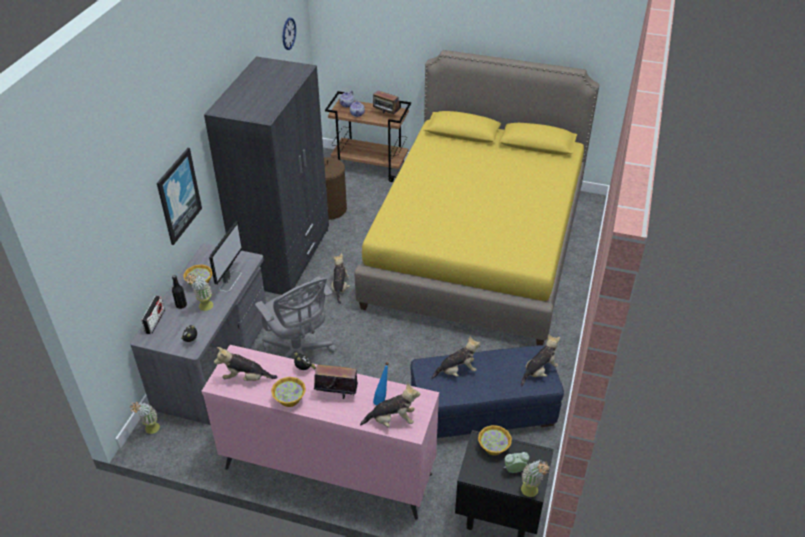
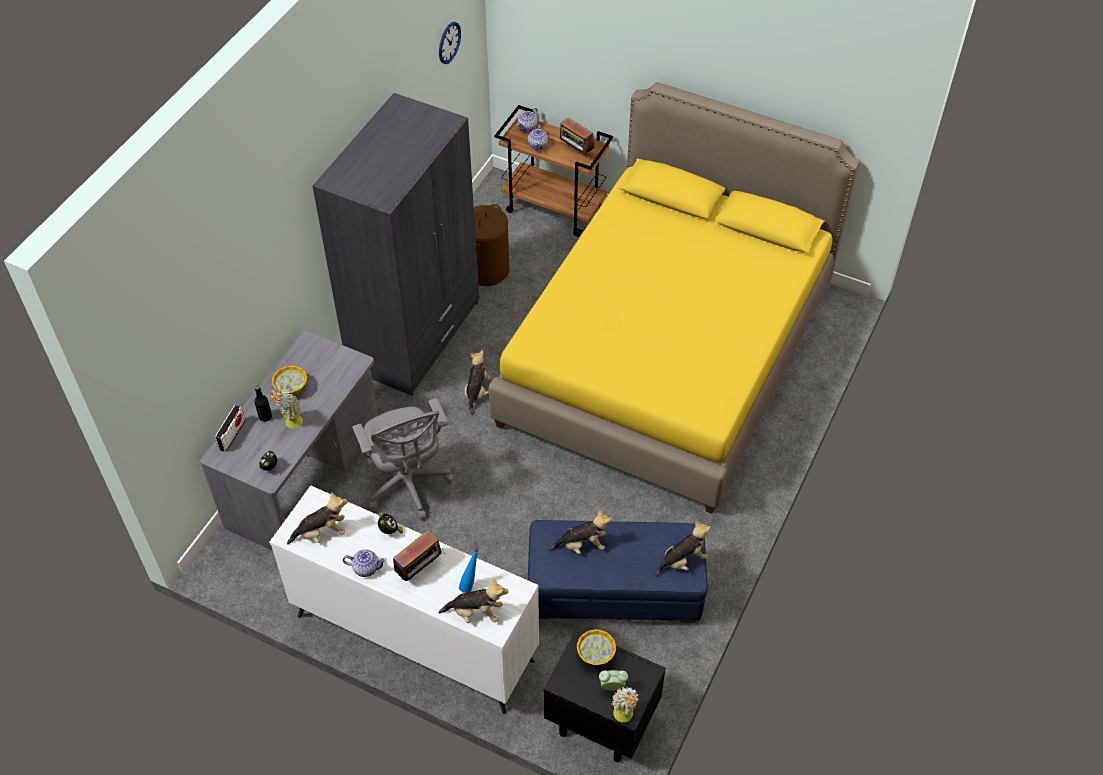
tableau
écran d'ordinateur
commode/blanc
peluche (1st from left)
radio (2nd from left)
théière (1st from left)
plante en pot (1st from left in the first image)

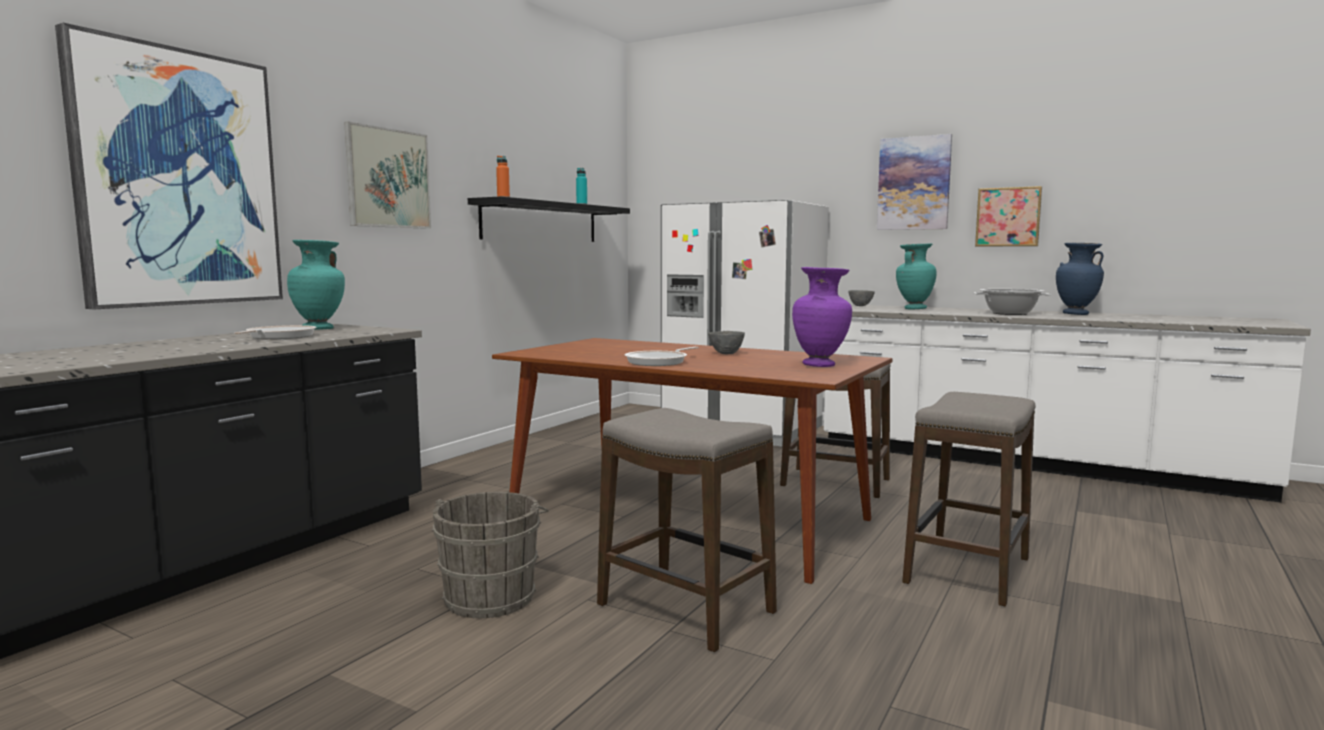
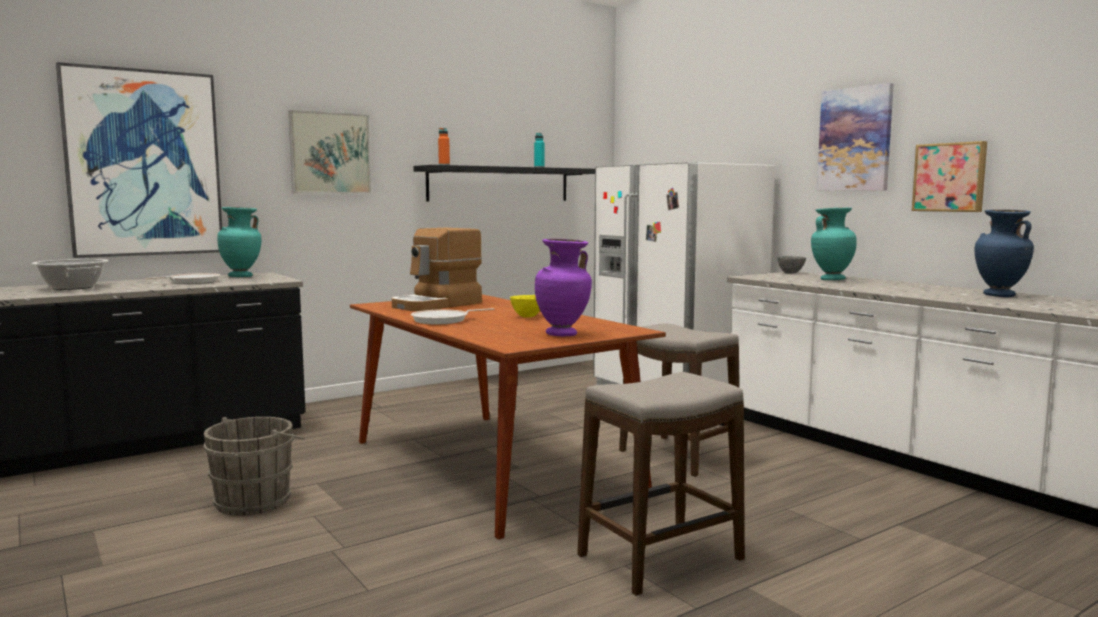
marmite
bol/jaune
tabouret (1st from left in the first image)
machine à café

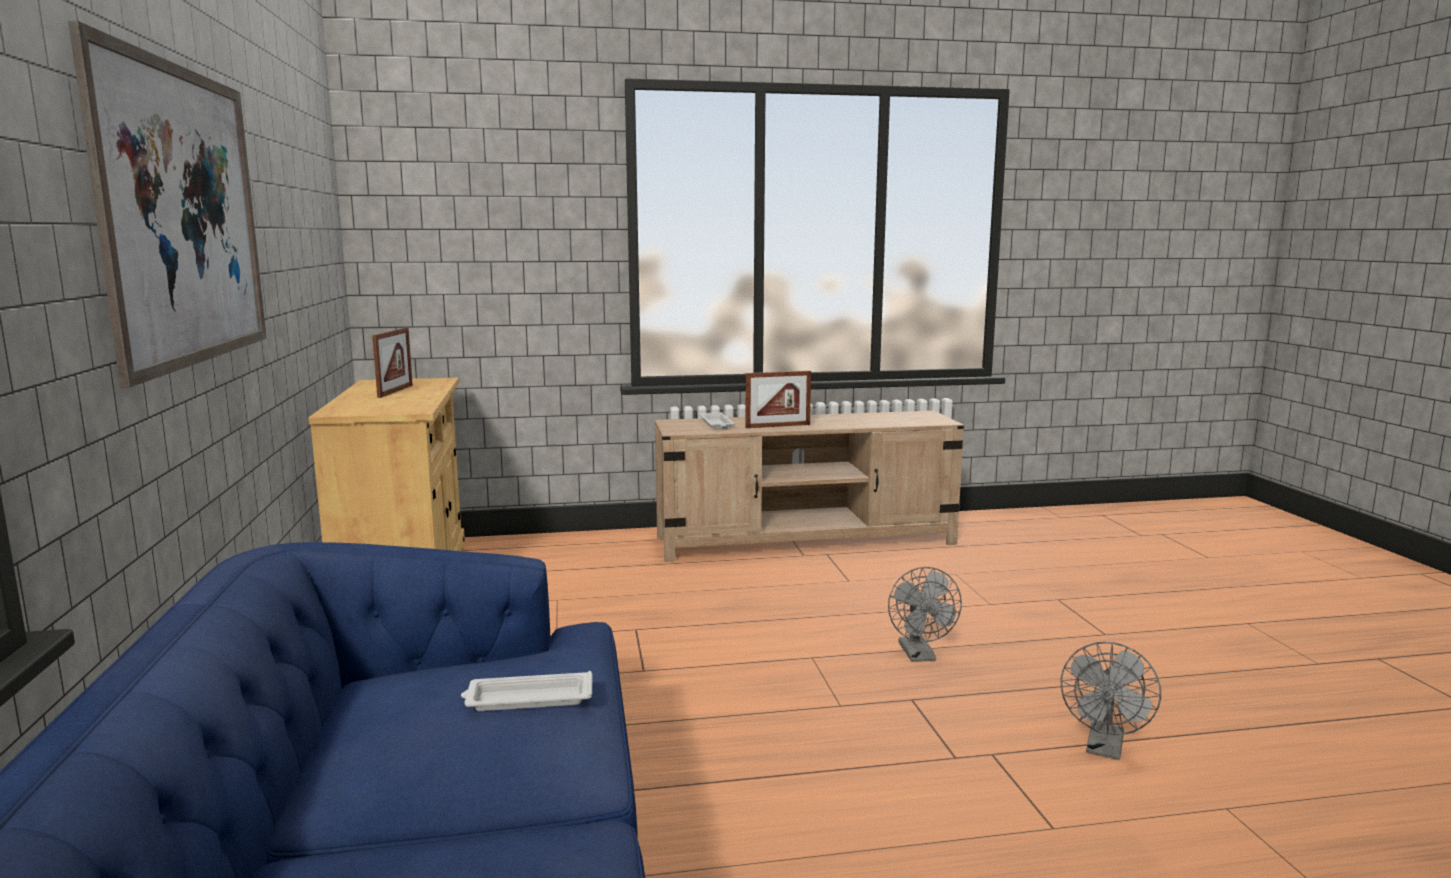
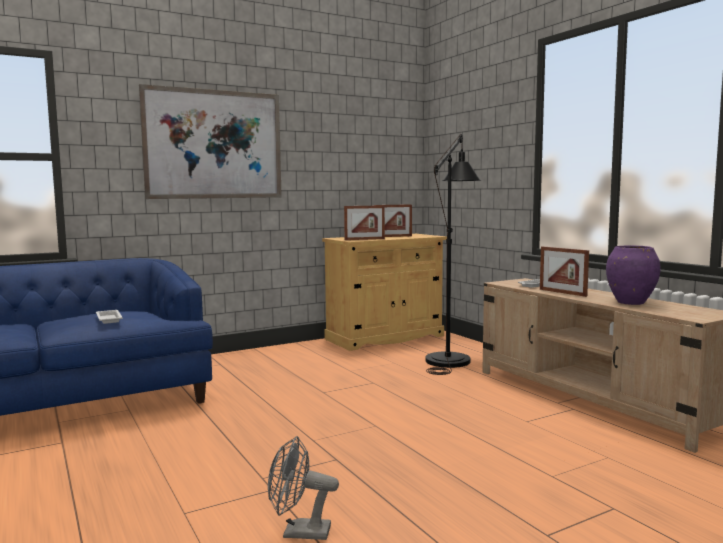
ventilateur/gris (1st from left in the first image)
lampadaire/noir
cadre photo (1st from left)
vase/violet

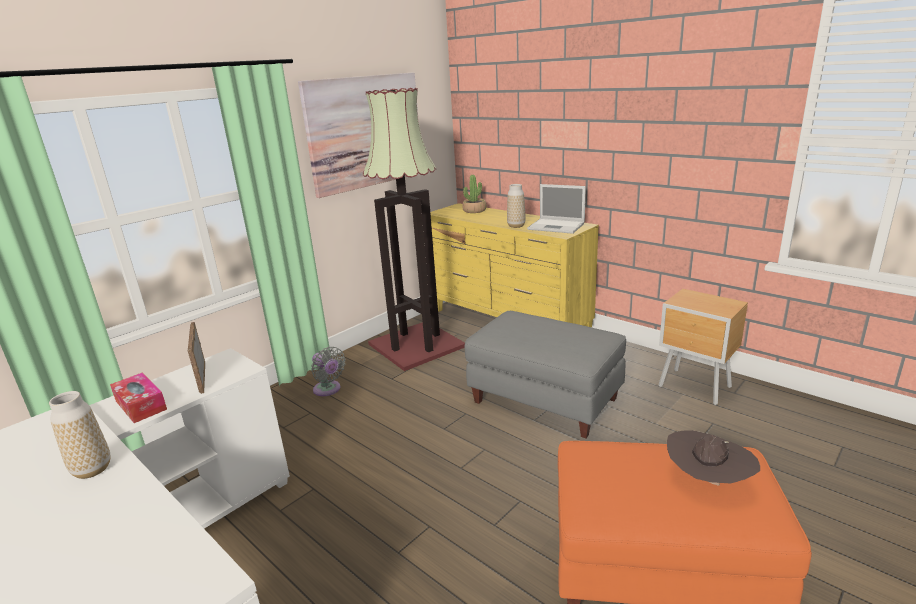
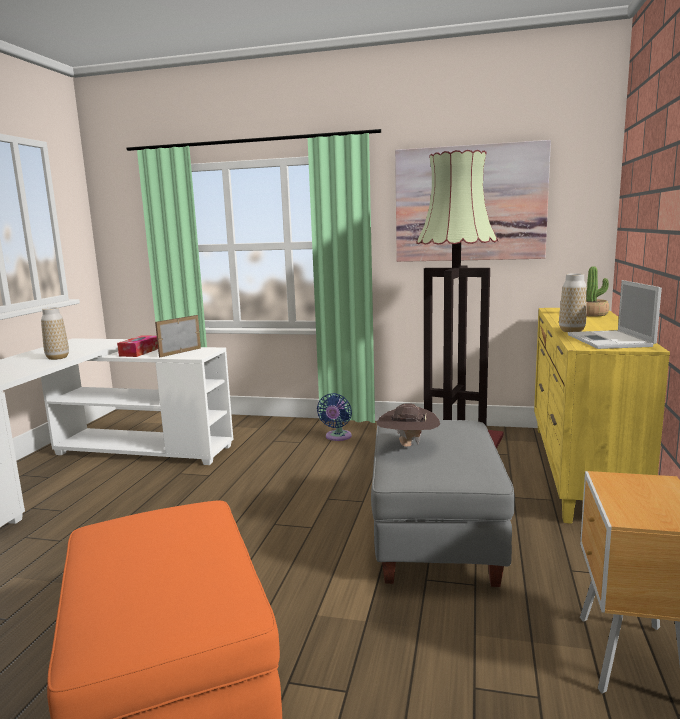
ventilateur/bleu
chapeau/marron

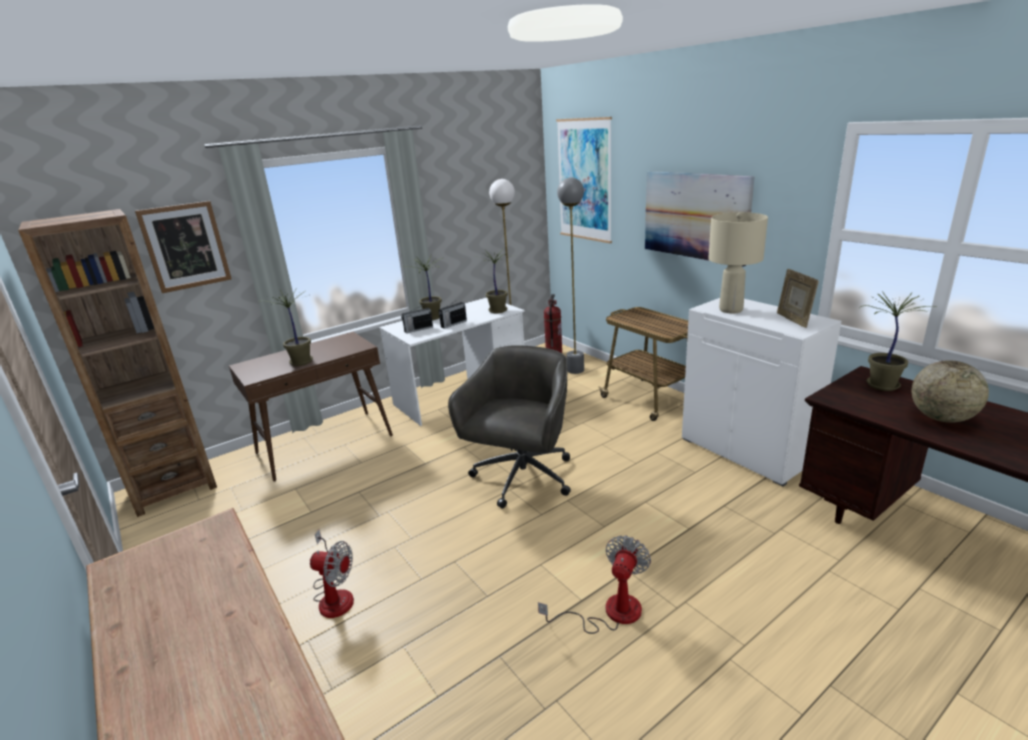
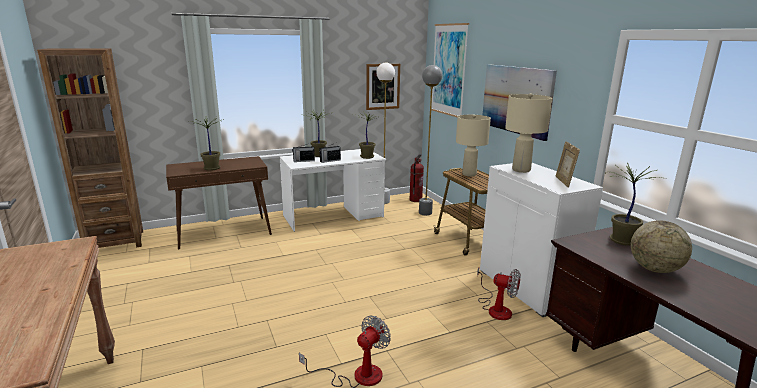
tableau (1st from left)
chaise de bureau/gris
ventilateur (2nd from left)
lampe de table/beige (1st from left)

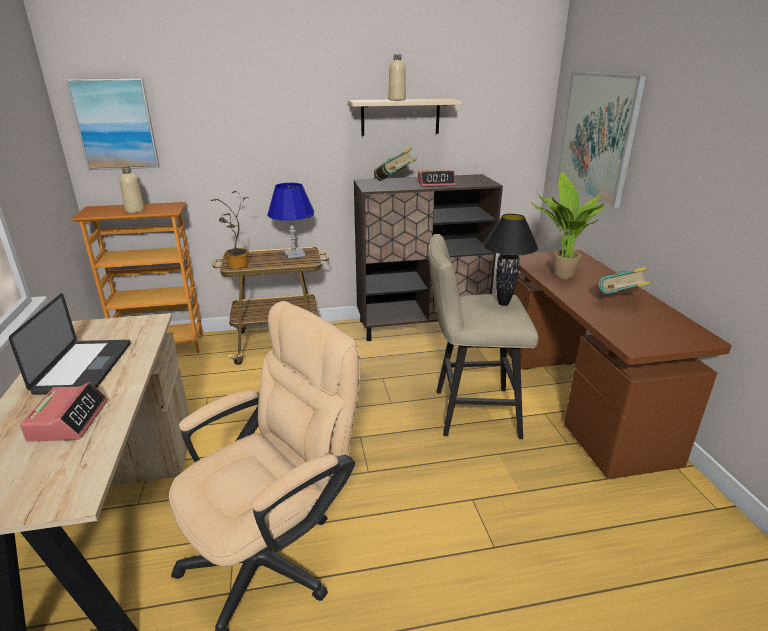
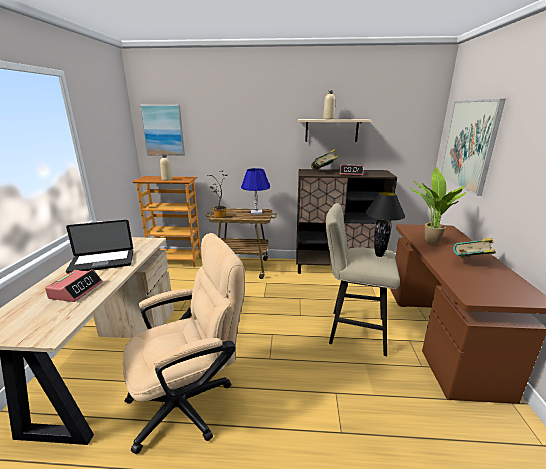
ordinateur portable

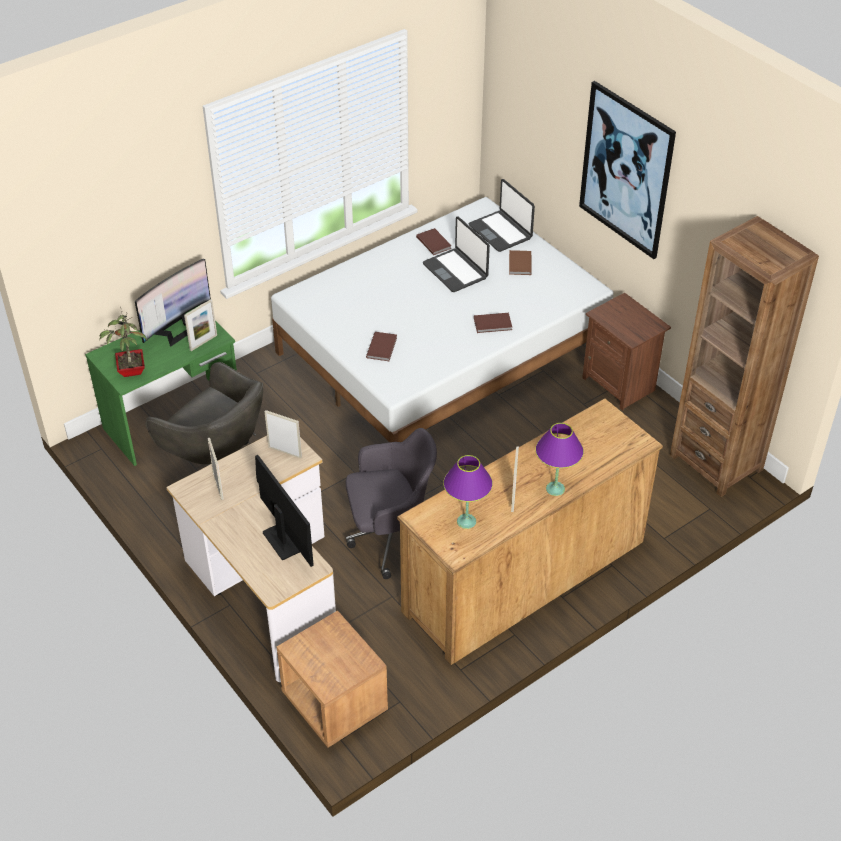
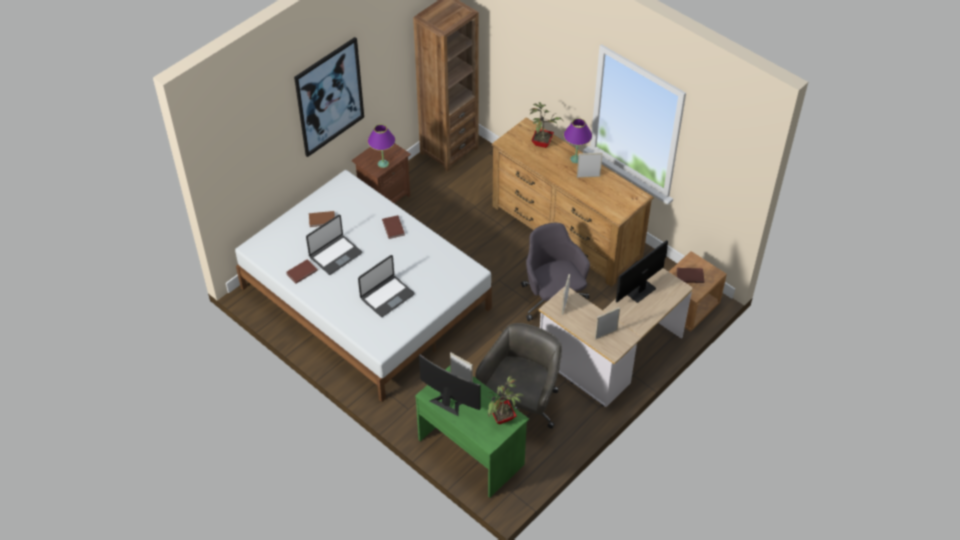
ordinateur portable (2nd from left)
livre/marron (4th from left)
lampe de table/violet (1st from left)
plante en pot (2nd from left)

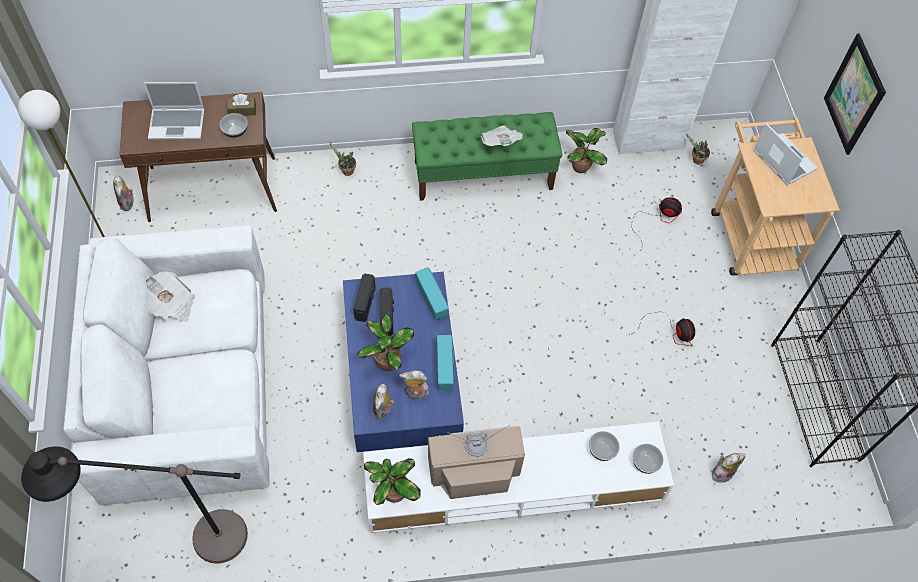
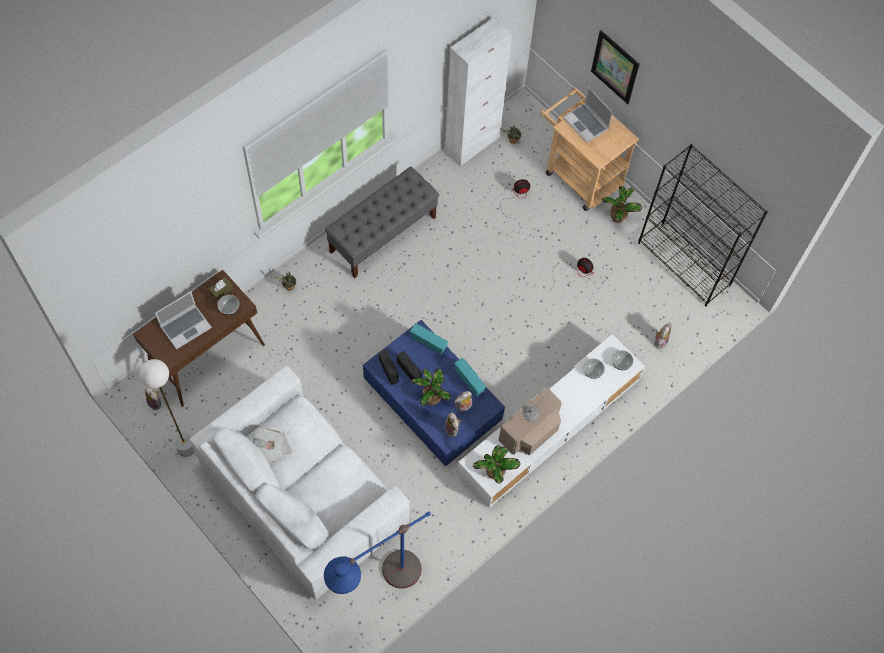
banc/gris
ordinateur portable (2nd from left)
journal (2nd from left in the first image)
plante en pot (5th from left)
lampadaire/bleu

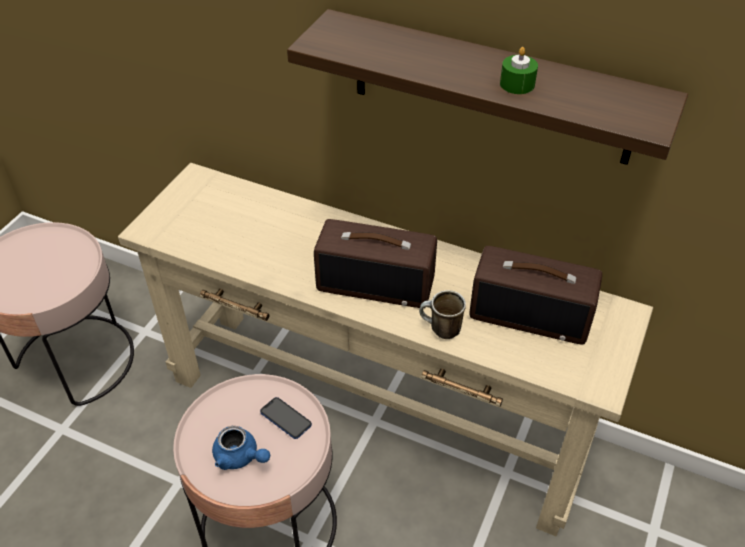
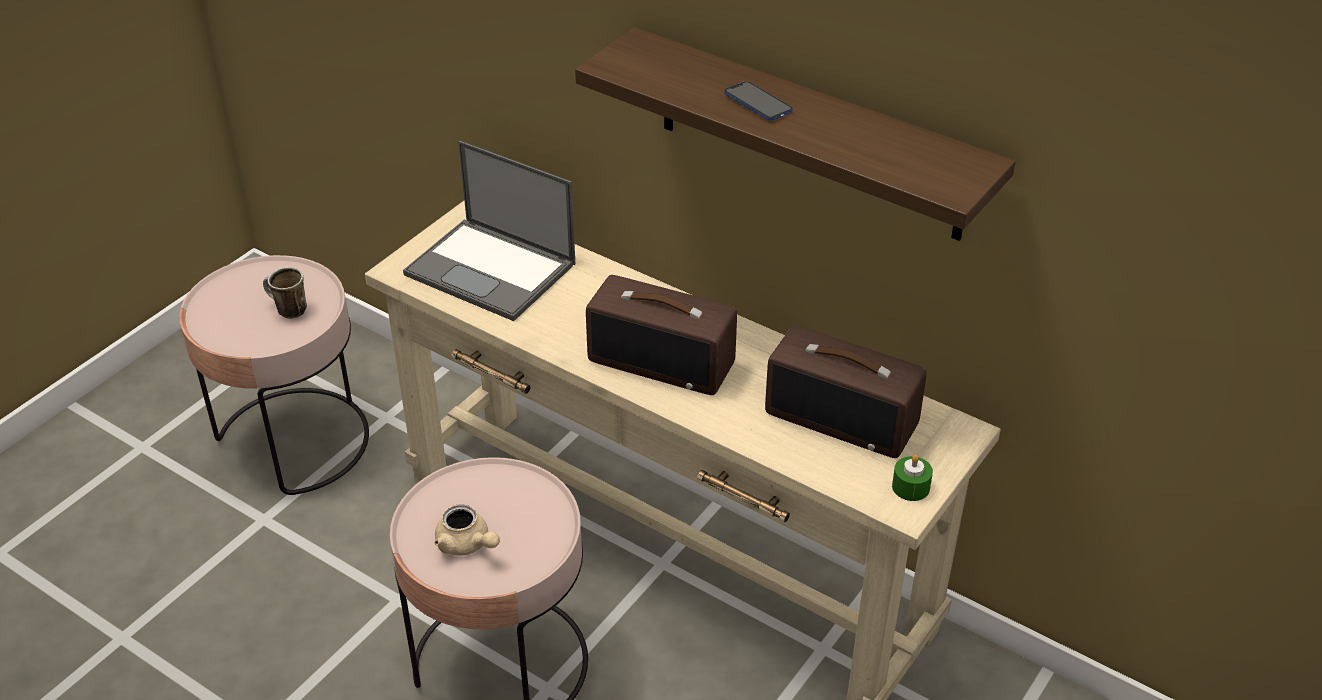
bougie/vert
mug
téléphone
théière/beige
ordinateur portable

